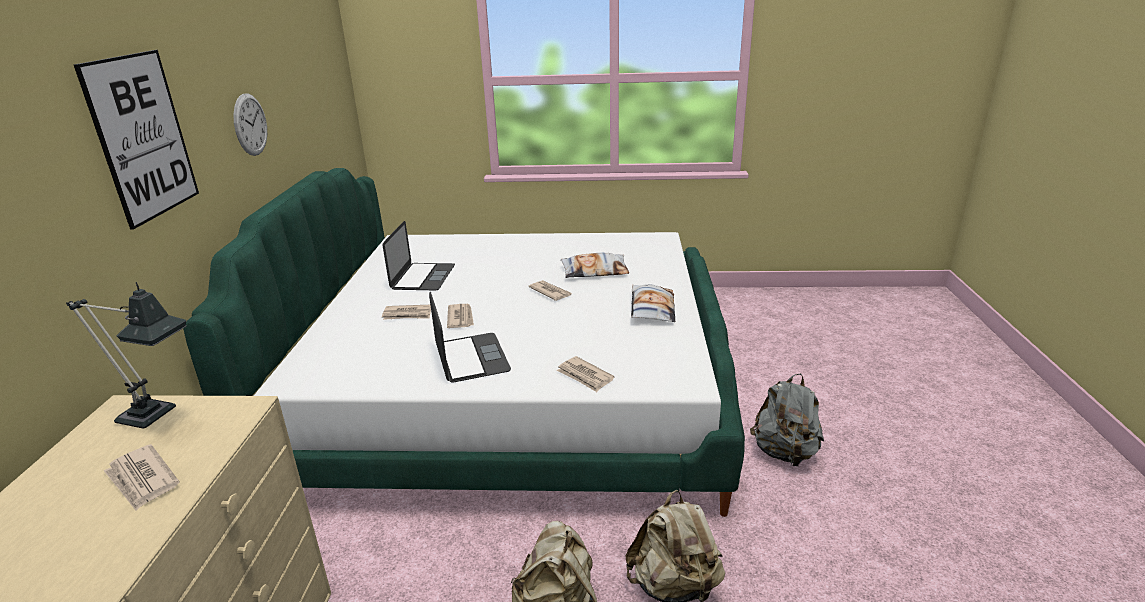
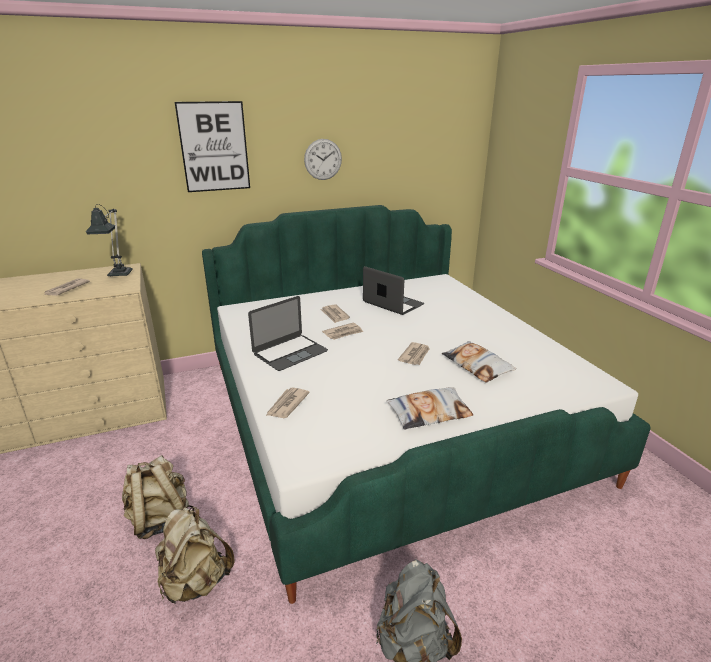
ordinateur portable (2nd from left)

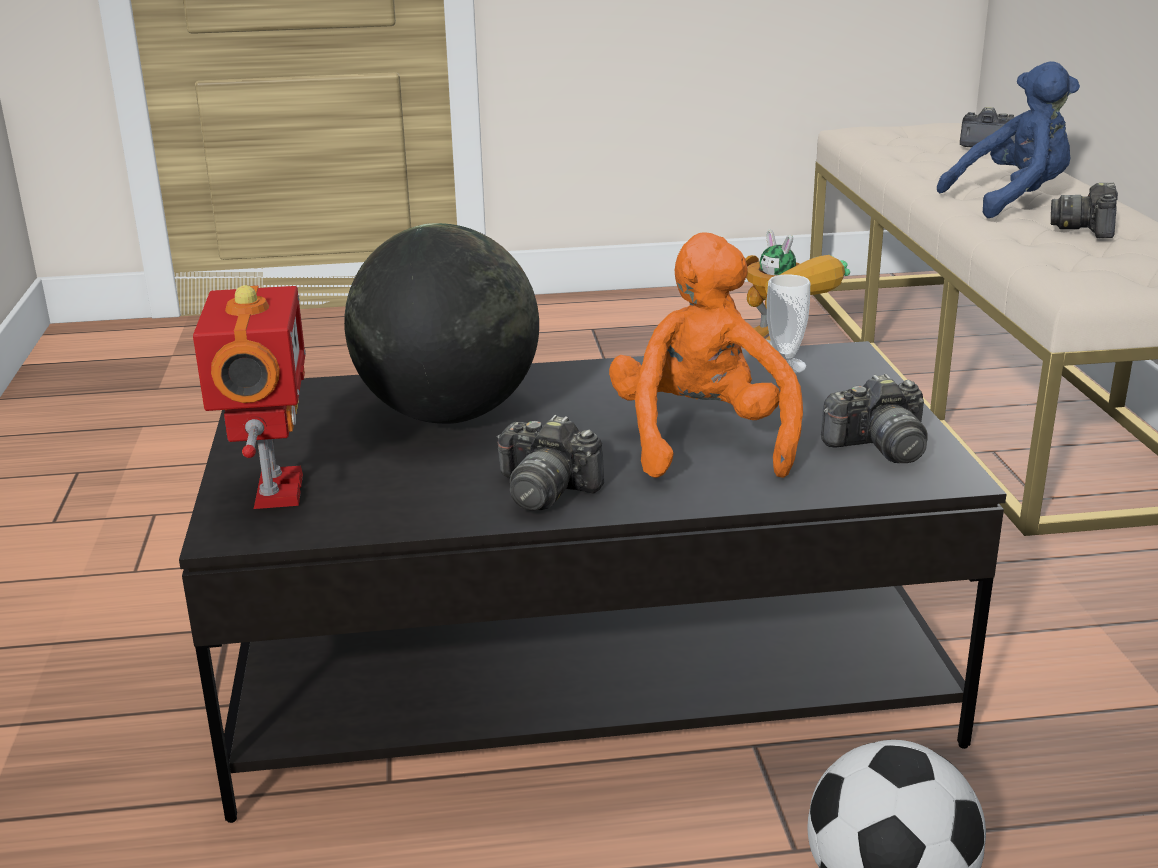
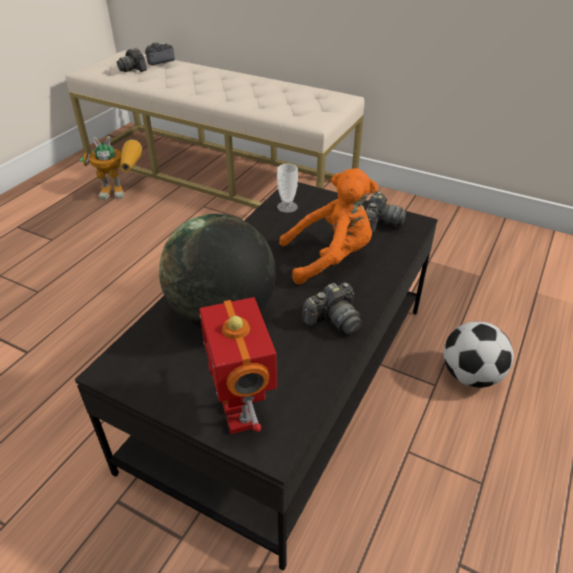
peluche/bleu
appareil photo (1st from left)
peluche/orange
robot jouet (2nd from left)

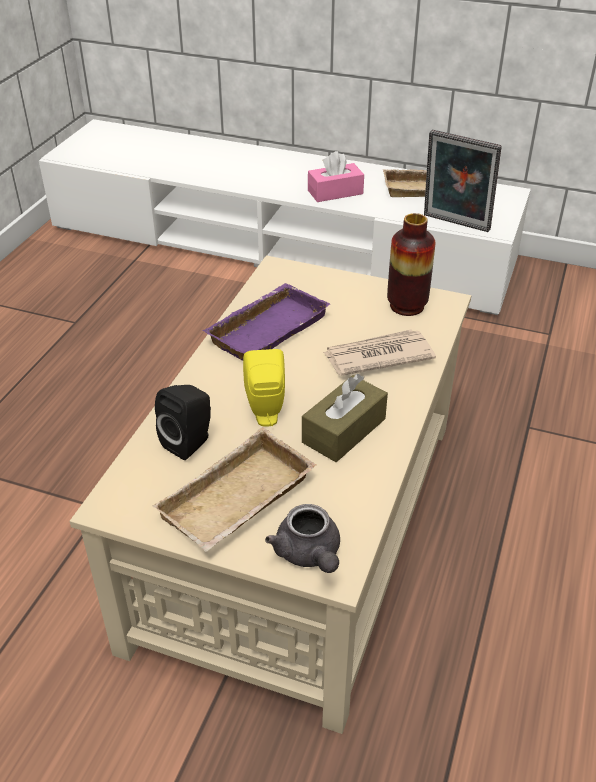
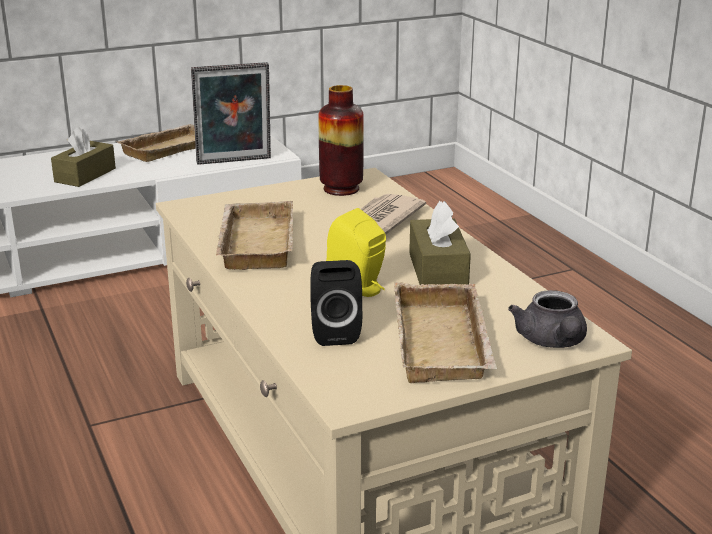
boîte à mouchoirs/marron (1st from left)
plateau/beige (2nd from left)
théière/gris

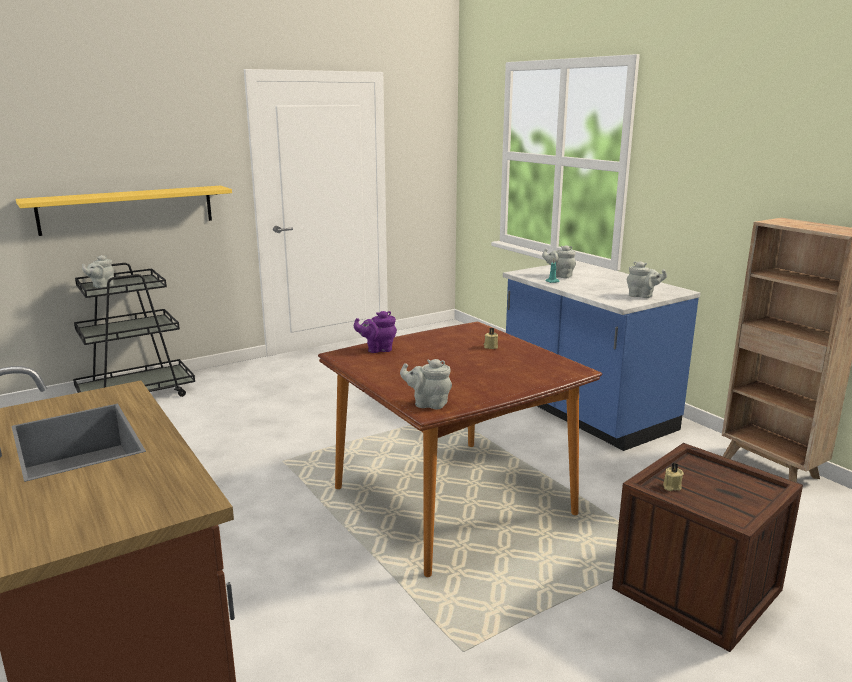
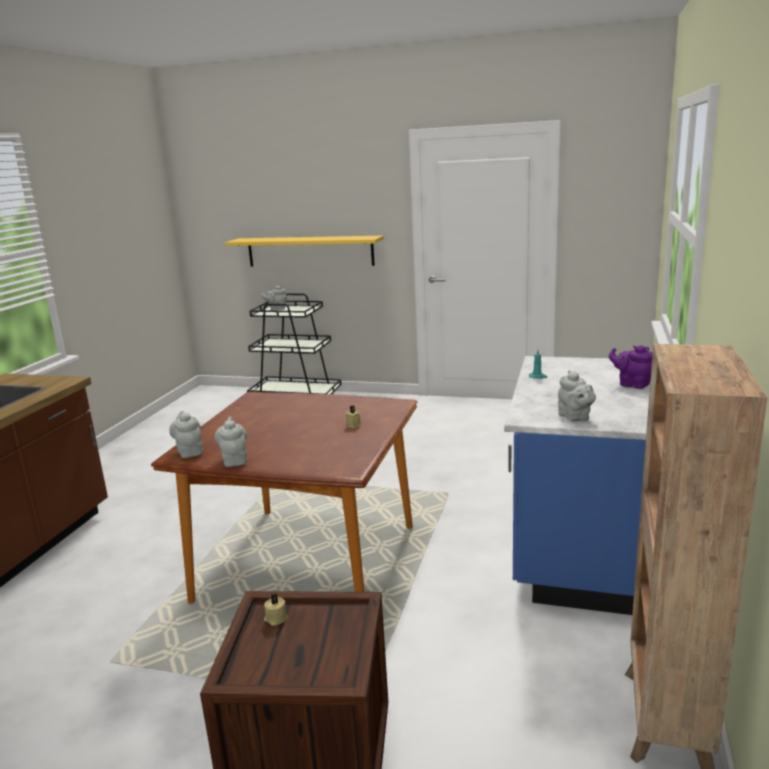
théière/gris (2nd from left)
théière/violet

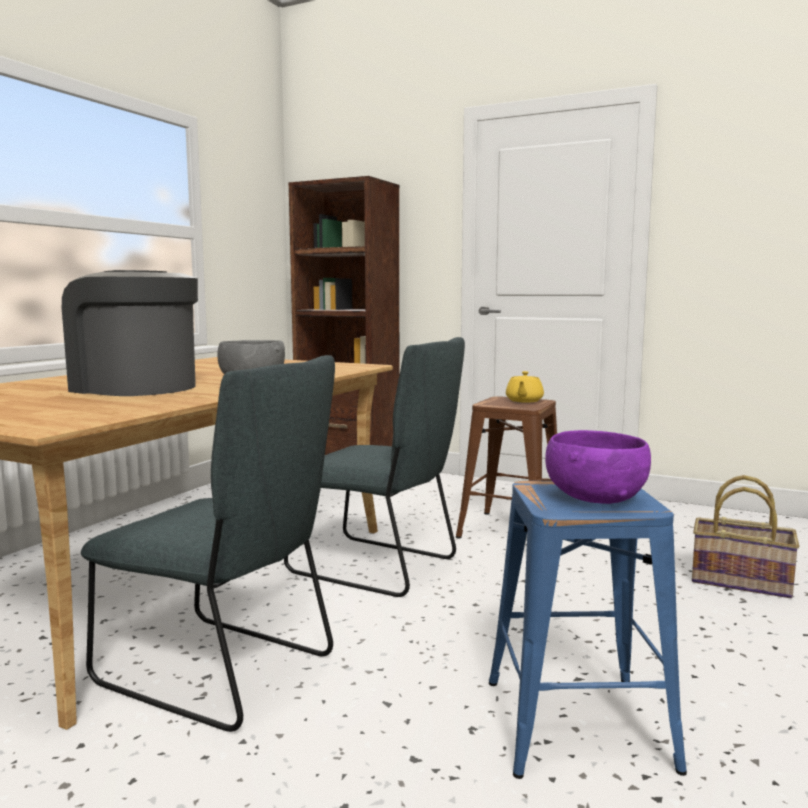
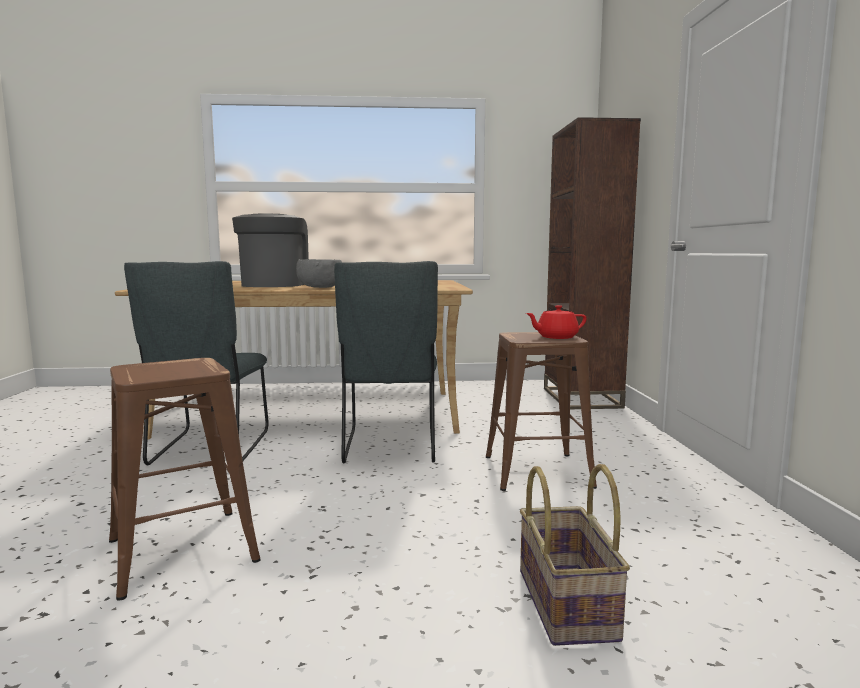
théière/rouge
bol/violet
tabouret/marron (1st from left)

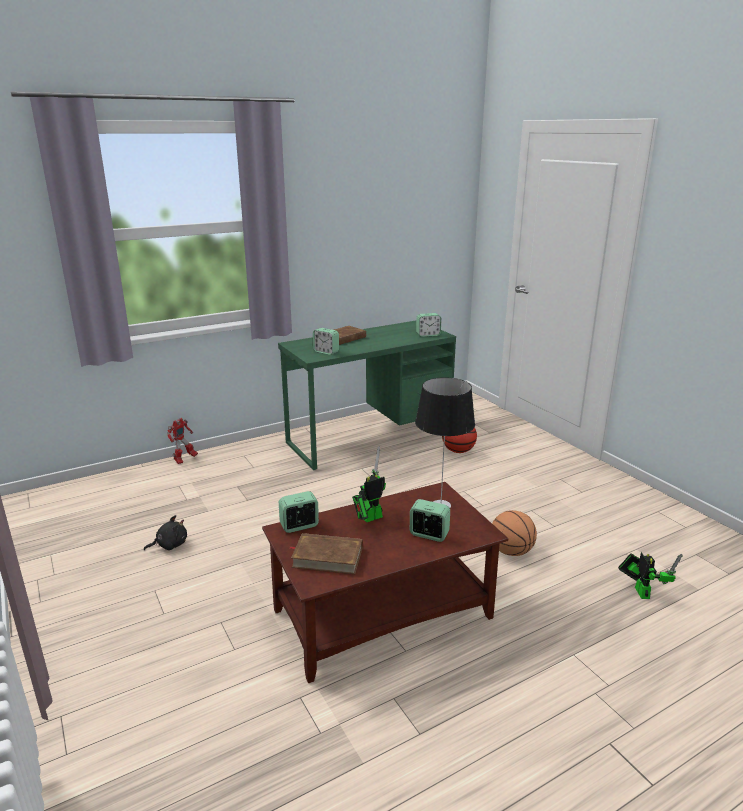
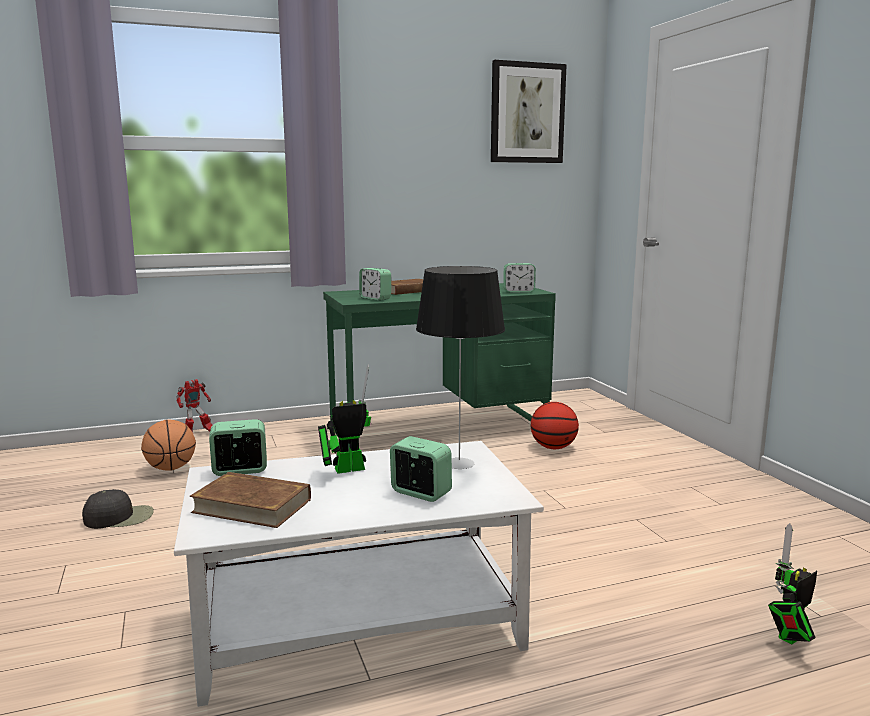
table basse/blanc
ballon de basket (1st from left)
casquette/noir
robot jouet (3rd from left)
tableau

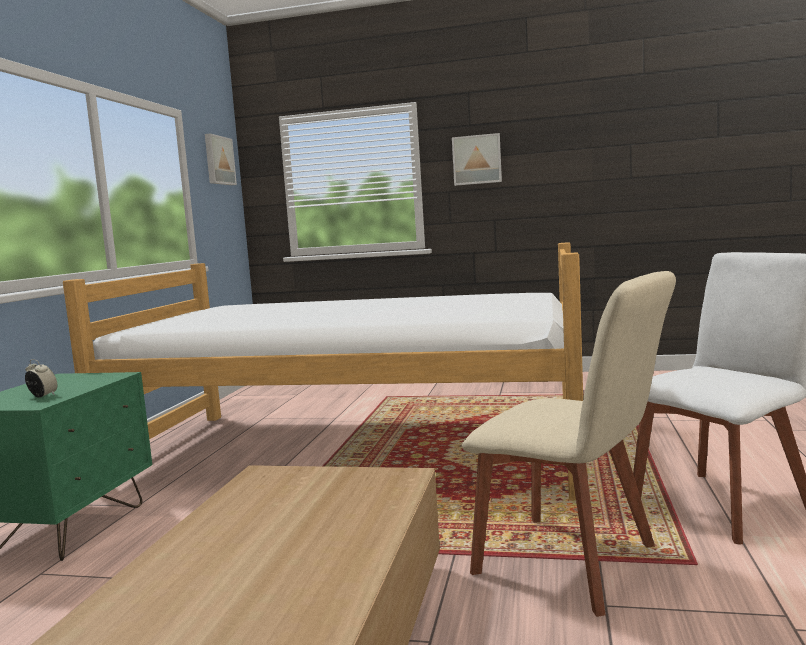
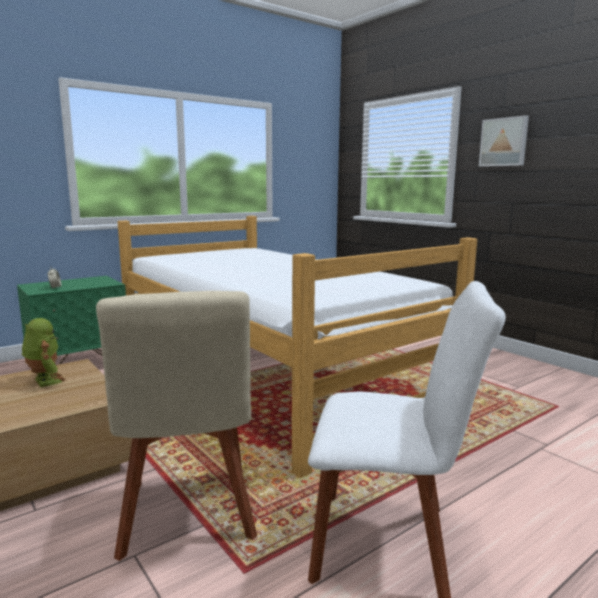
tableau (1st from left in the first image)
robot jouet

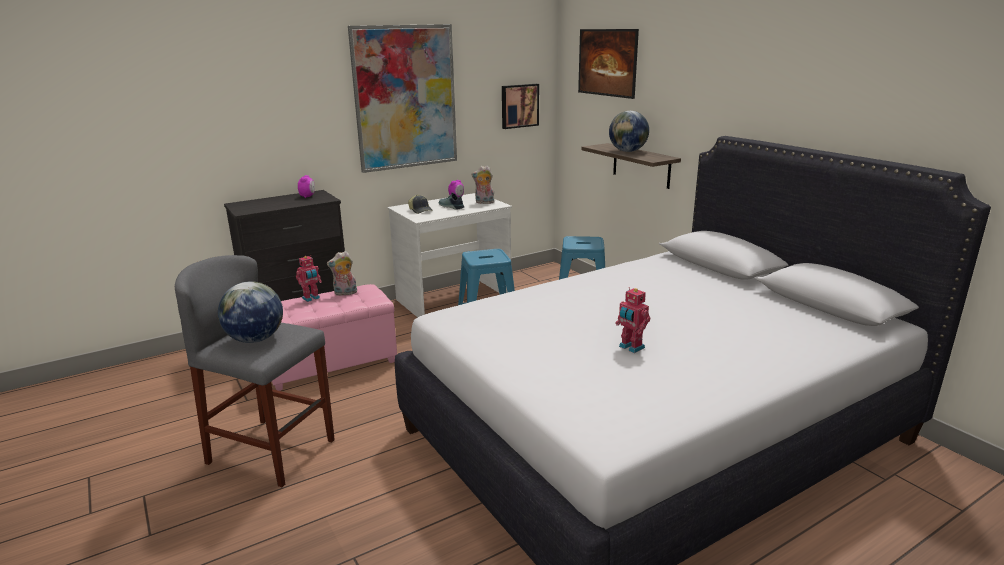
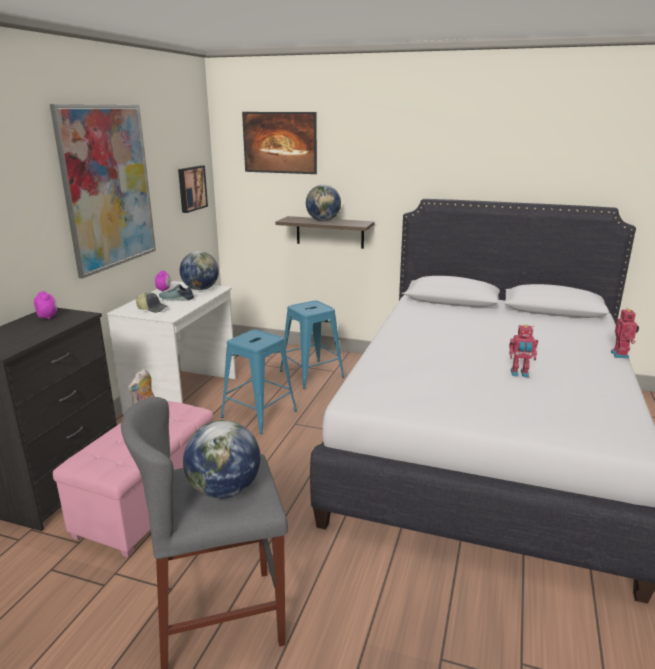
globe (1st from left)
robot jouet (2nd from left)

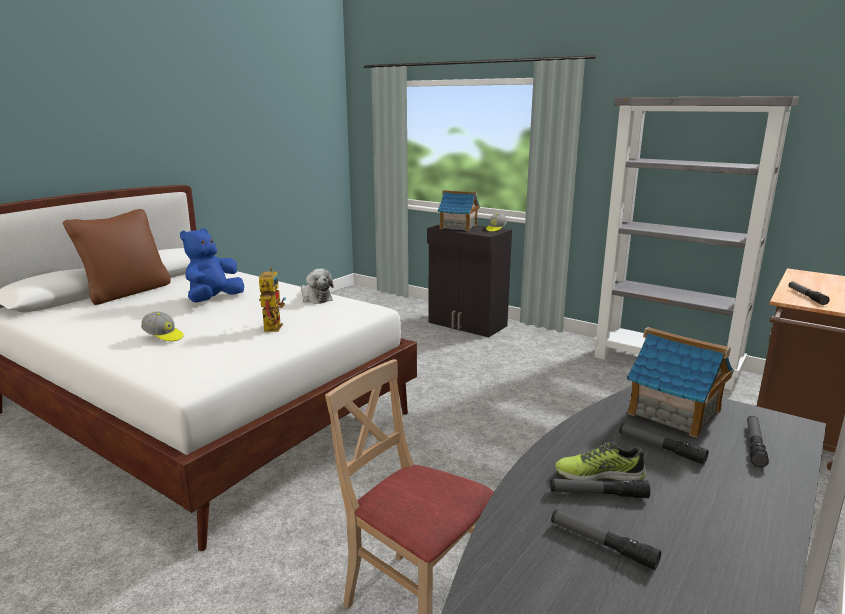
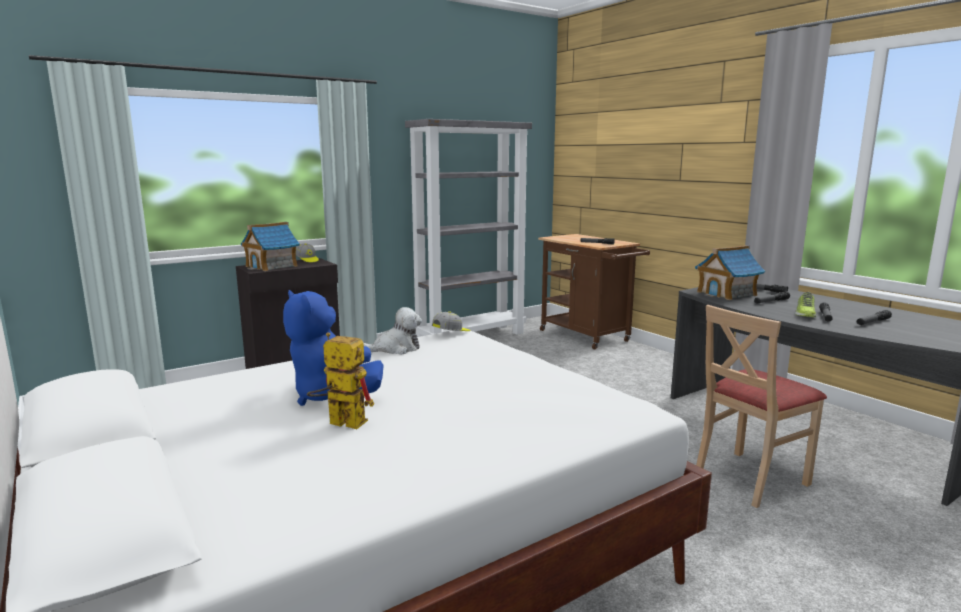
coussin/marron
robot jouet
casquette (2nd from left)

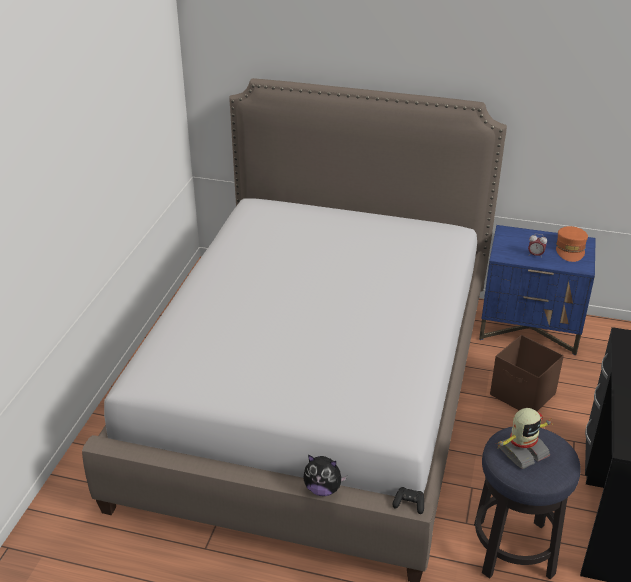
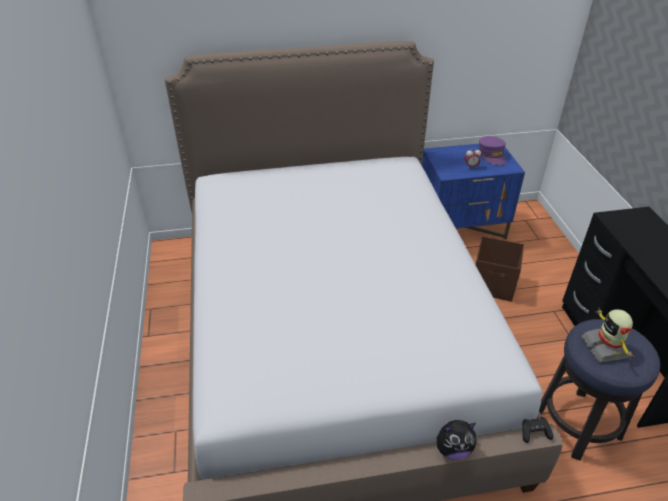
casquette/violet
robot jouet

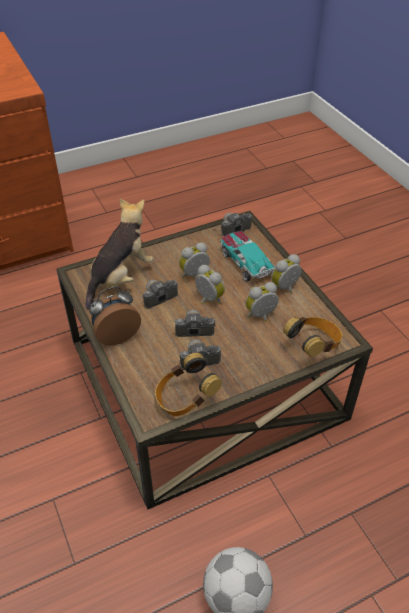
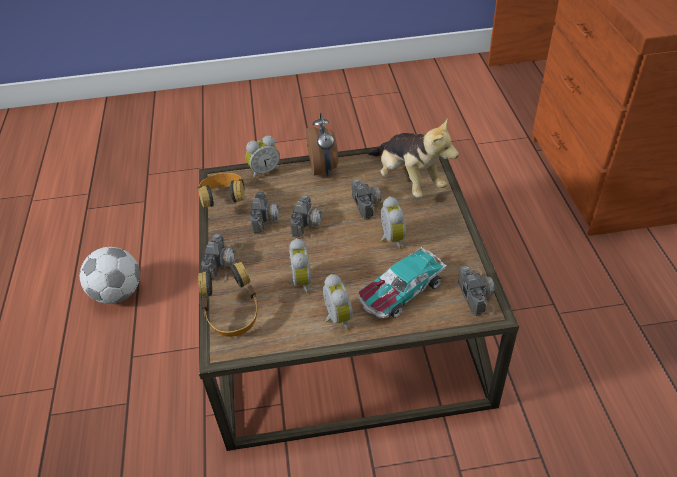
petite voiture
réveil (1st from left)
appareil photo (1st from left)

